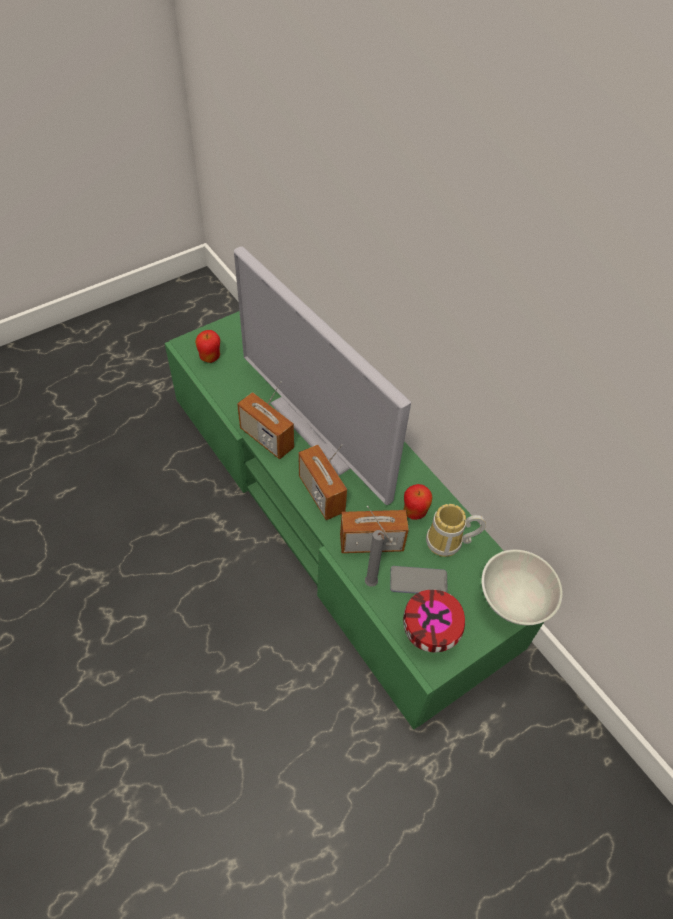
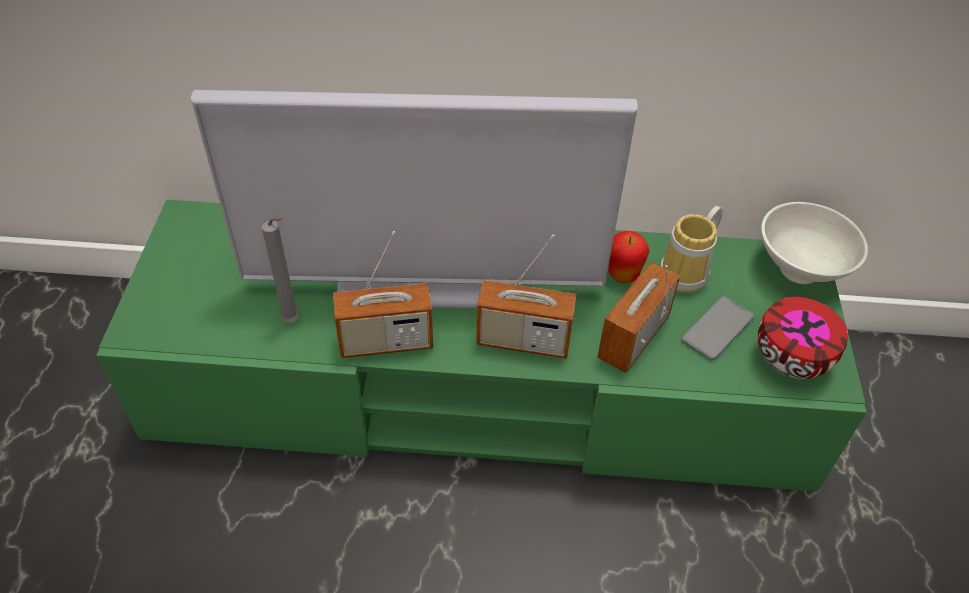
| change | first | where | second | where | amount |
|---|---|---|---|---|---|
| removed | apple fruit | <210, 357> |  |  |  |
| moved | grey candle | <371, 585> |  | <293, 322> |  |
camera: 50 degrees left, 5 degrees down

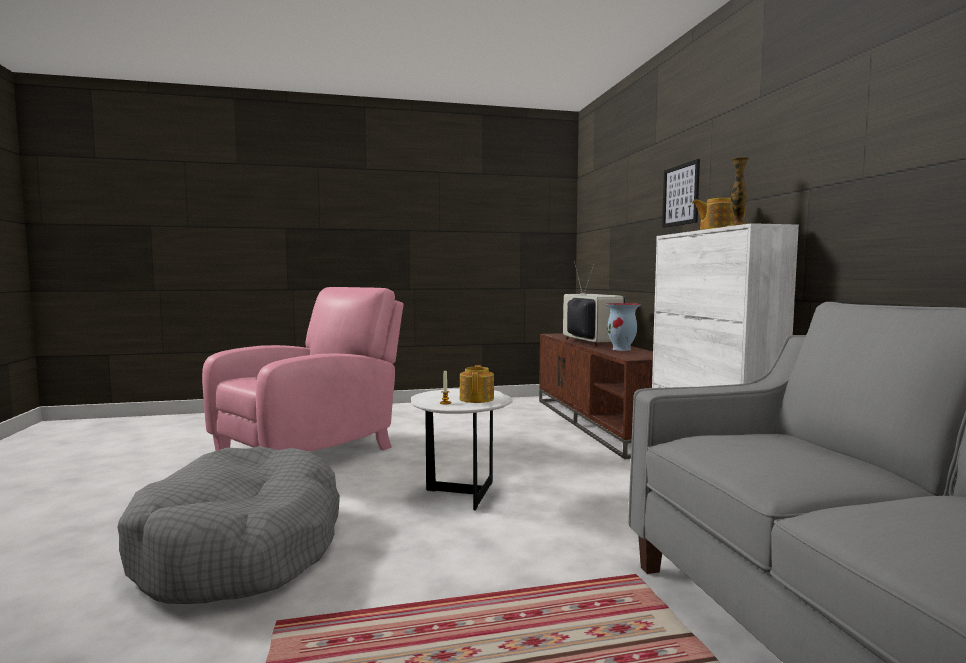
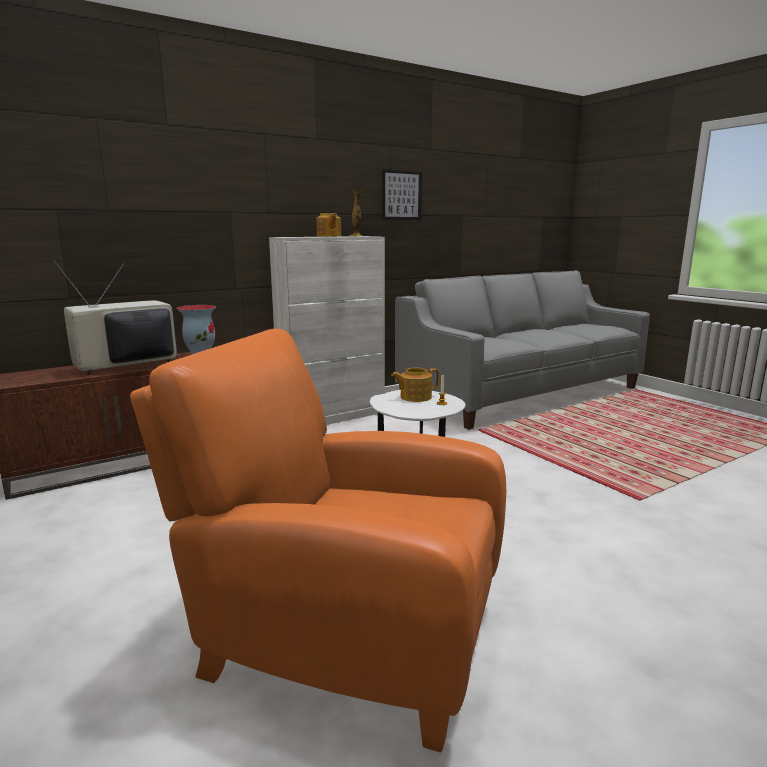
| change | first | where | second | where | amount |
|---|---|---|---|---|---|
| removed | grey dog cushion | <242, 548> |  |  |  |
| recoloured | pink-coloured lounge chair | <312, 451> | orangey lounge chair | <342, 633> |  |
| moved | wall picture | <681, 195> |  | <401, 195> |  |
camera: 110 degrees left, 10 degrees up

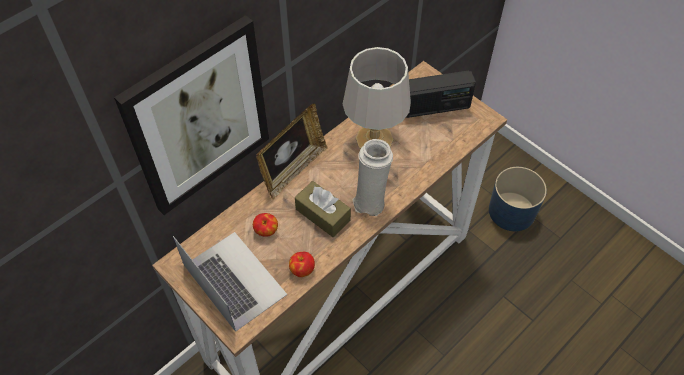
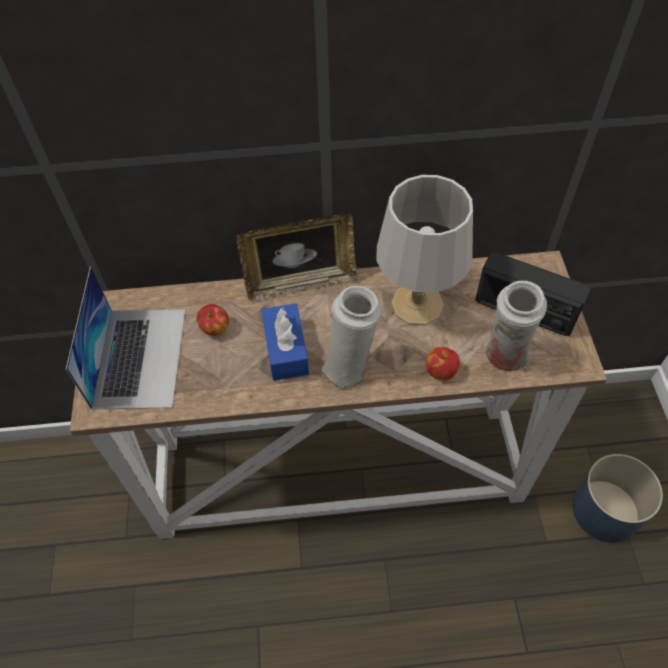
| change | first | where | second | where | amount |
|---|---|---|---|---|---|
| removed | wall picture | <199, 118> |  |  |  |
| moved | apple fruit | <302, 270> |  | <440, 371> |  |
| recoloured | brownish tissue holder | <323, 214> | bluish tissue holder | <286, 349> |  |
| added |  |  | white-coloured decorative vase | <505, 358> |  |
camera: 40 degrees right, 0 degrees up

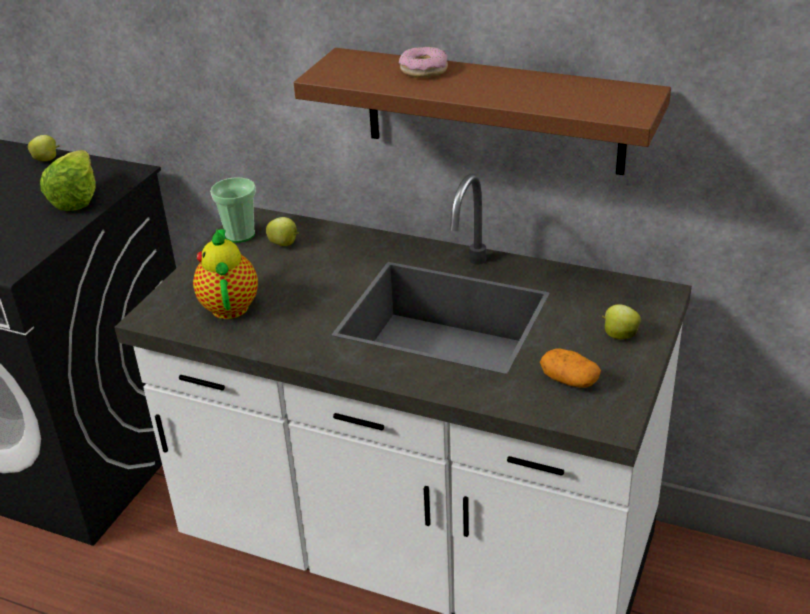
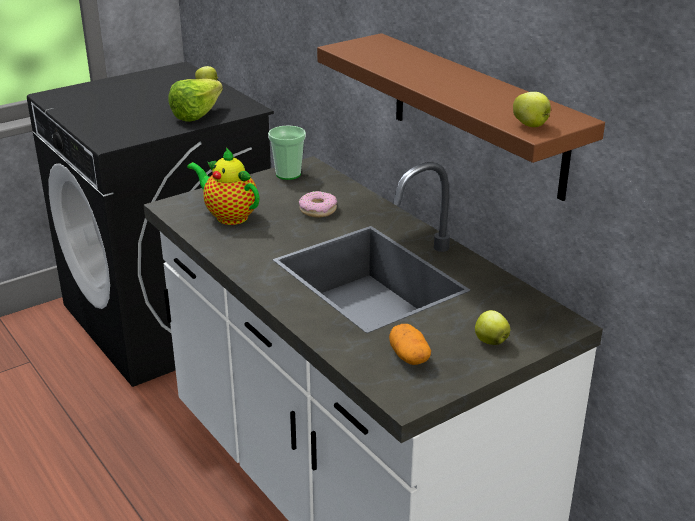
| change | first | where | second | where | amount |
|---|---|---|---|---|---|
| turned | tea pot | <229, 304> |  | <229, 216> | 75 degrees counterclockwise |
| moved | apple fruit | <284, 244> |  | <531, 126> |  |
| moved | doughnut | <424, 70> |  | <318, 210> |  |
camera: 30 degrees right, 5 degrees down

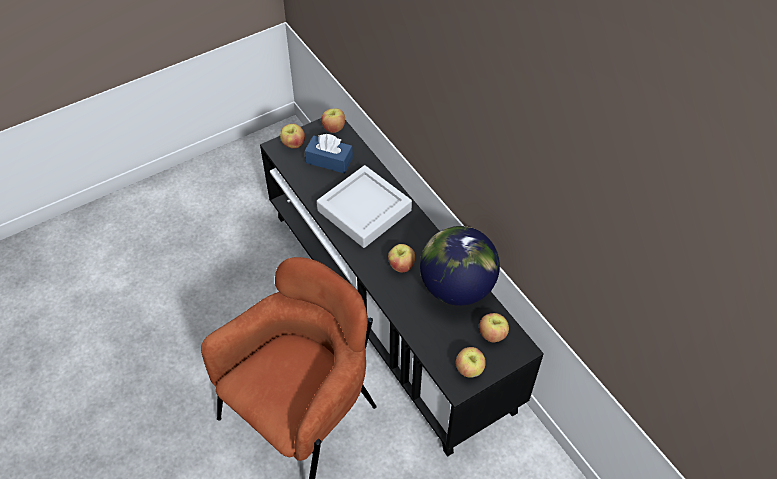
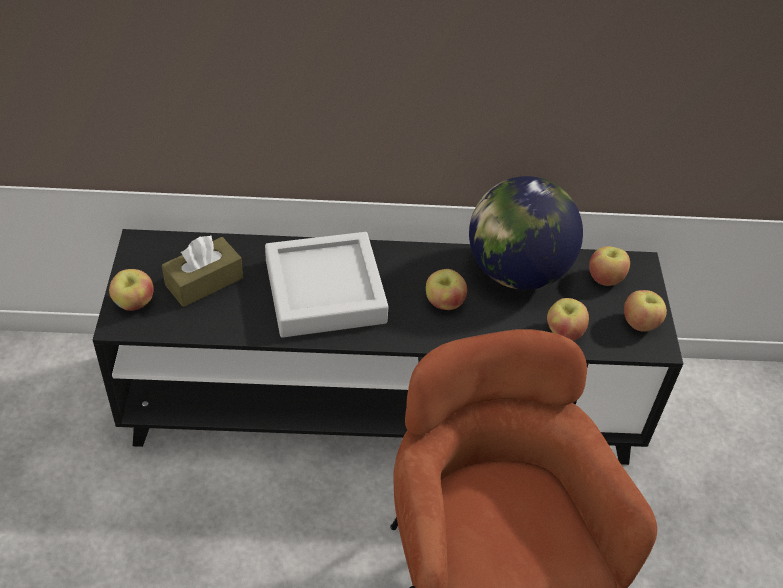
| change | first | where | second | where | amount |
|---|---|---|---|---|---|
| recoloured | bluish tissue holder | <329, 160> | brownish tissue holder | <204, 281> |  |
| moved | apple fruit | <333, 128> |  | <564, 332> |  |
camera: 60 degrees left, 5 degrees down

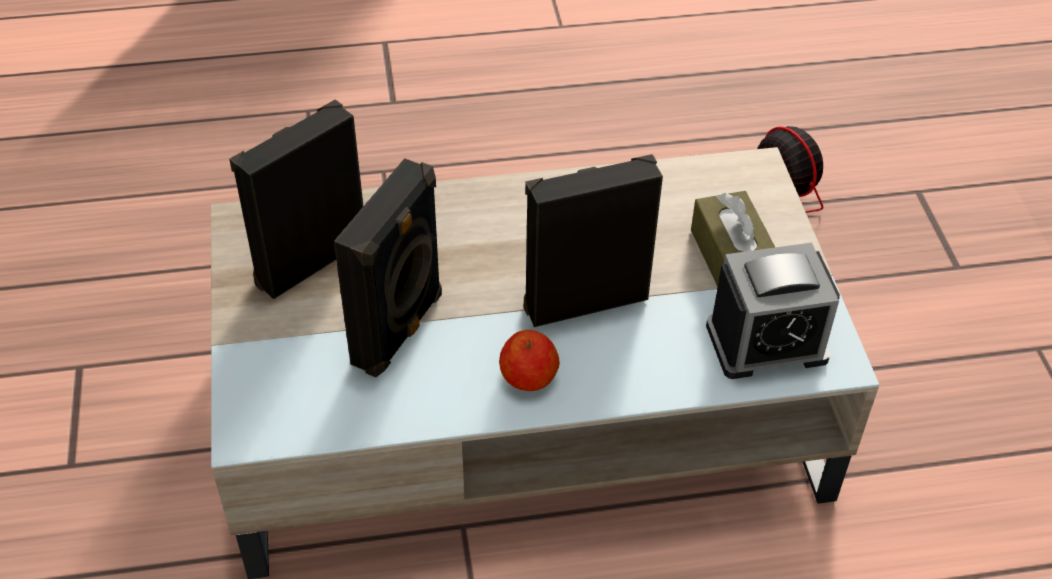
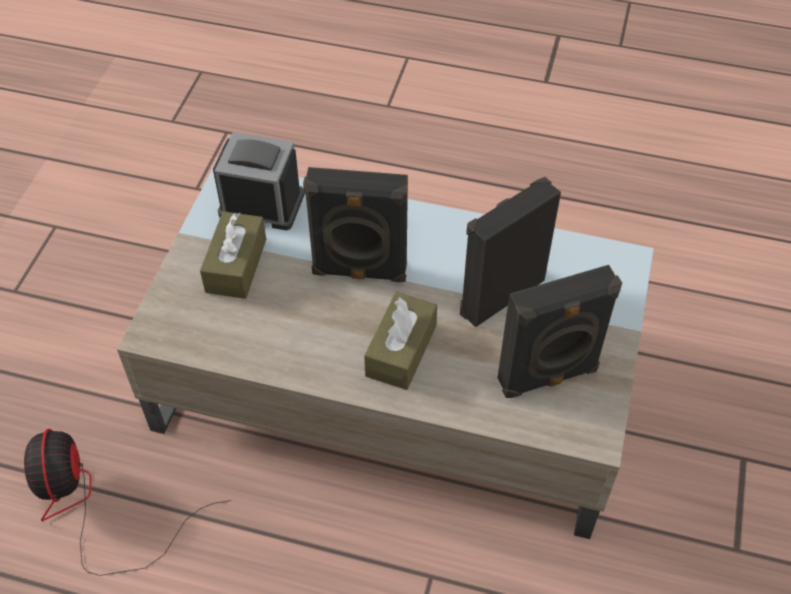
| change | first | where | second | where | amount |
|---|---|---|---|---|---|
| removed | apple fruit | <528, 377> |  |  |  |
| added |  |  | brownish tissue holder | <401, 350> |  |
camera: 155 degrees left, 5 degrees up

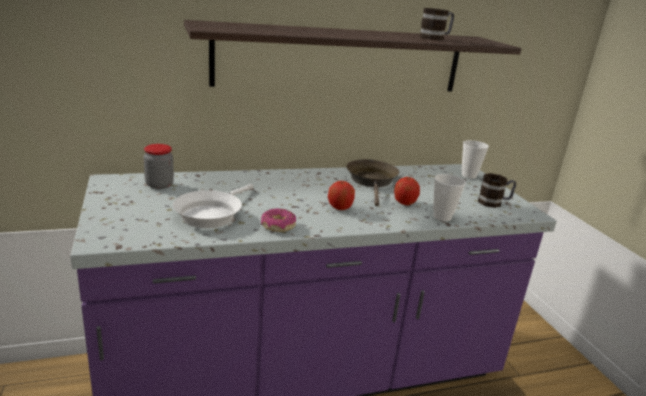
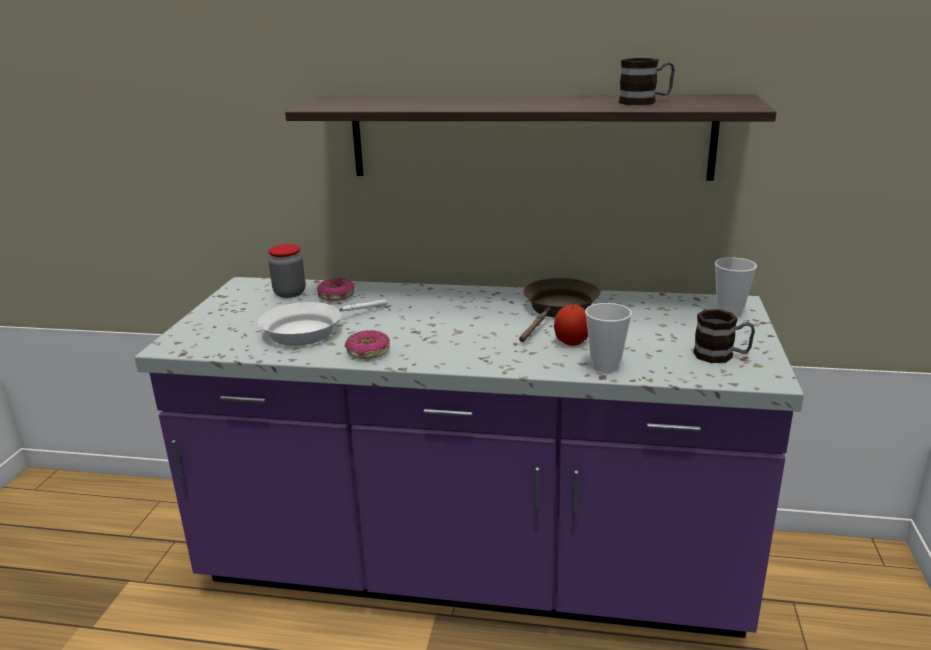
| change | first | where | second | where | amount |
|---|---|---|---|---|---|
| removed | apple fruit | <339, 208> |  |  |  |
| added |  |  | doughnut | <336, 296> |  |
camera: 30 degrees right, 0 degrees up

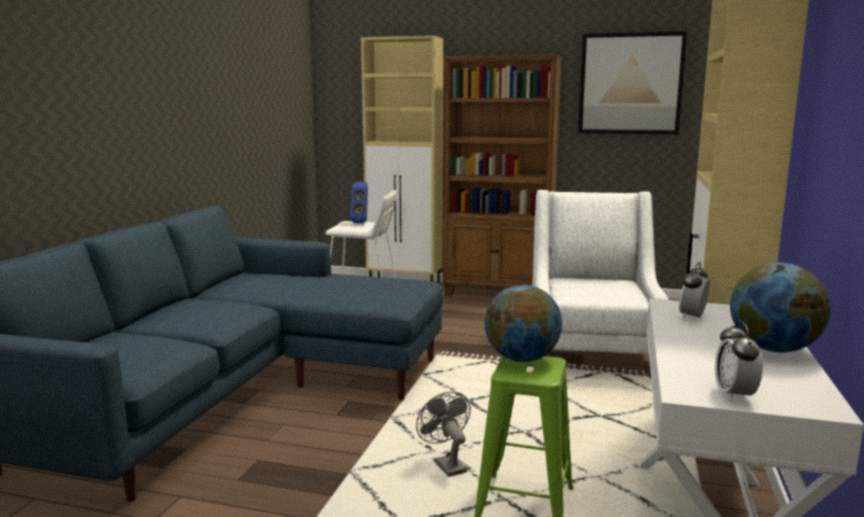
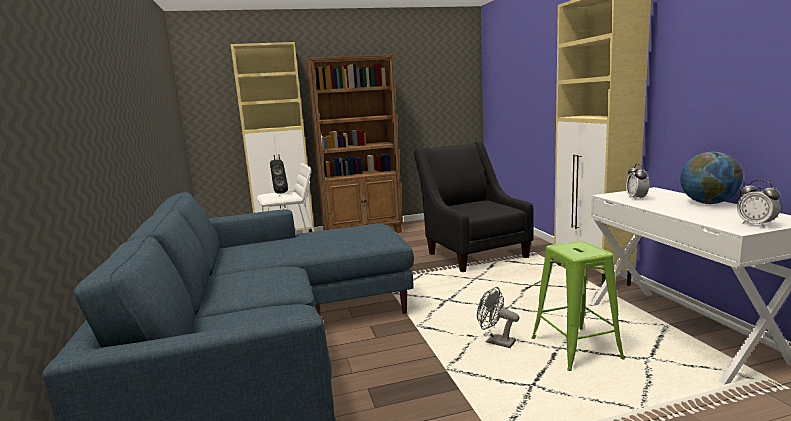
| change | first | where | second | where | amount |
|---|---|---|---|---|---|
| recoloured | bluish loudspeaker | <361, 222> | blackish loudspeaker | <279, 193> |  |
| removed | desk globe | <522, 359> |  |  |  |
| recoloured | white-coloured lounge chair | <590, 353> | blackish lounge chair | <473, 253> |  |
| removed | wall picture | <630, 84> |  |  |  |
camera: 30 degrees left, 0 degrees up

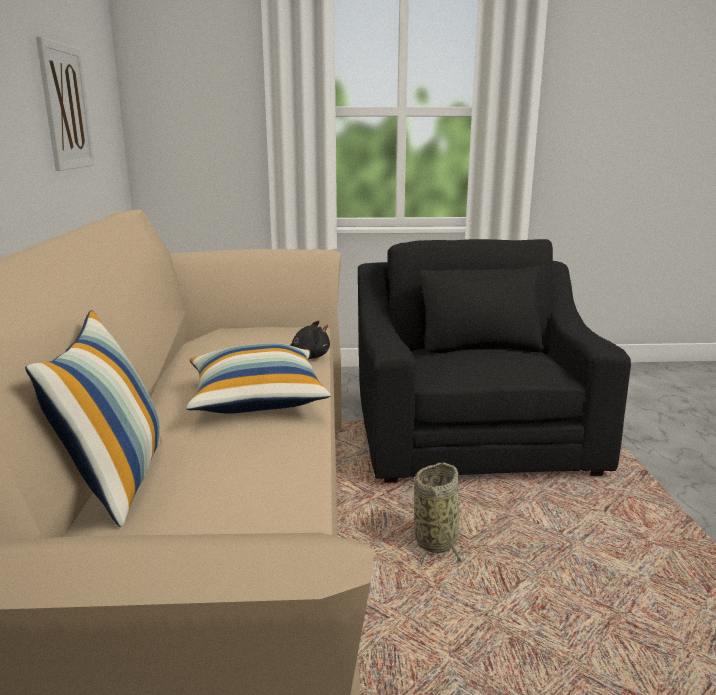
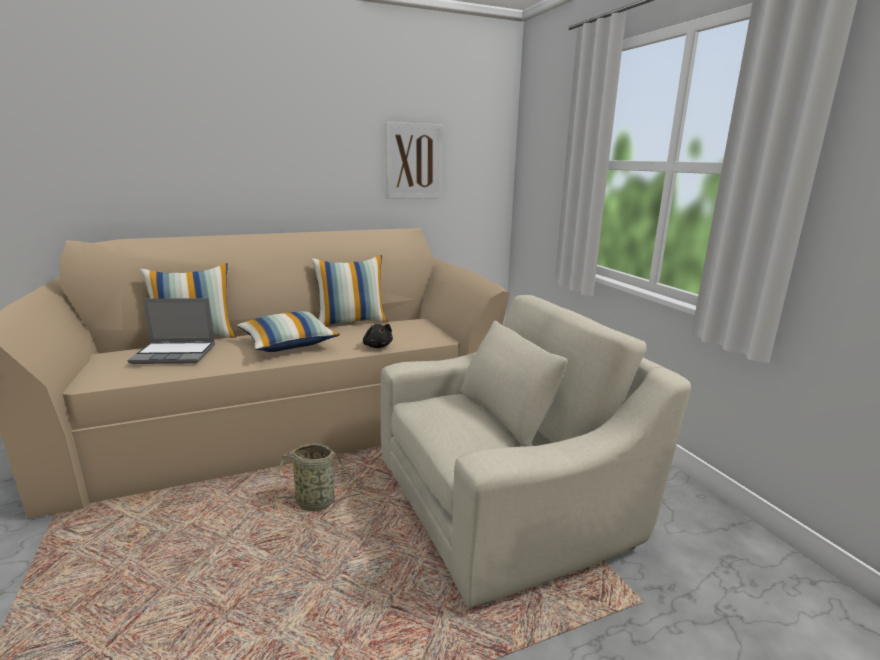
| change | first | where | second | where | amount |
|---|---|---|---|---|---|
| recoloured | blackish lounge chair | <472, 435> | beige lounge chair | <506, 501> |  |
| added |  |  | portable computer | <175, 354> |  |
| added |  |  | pillow | <352, 322> |  |
camera: 70 degrees right, 0 degrees up

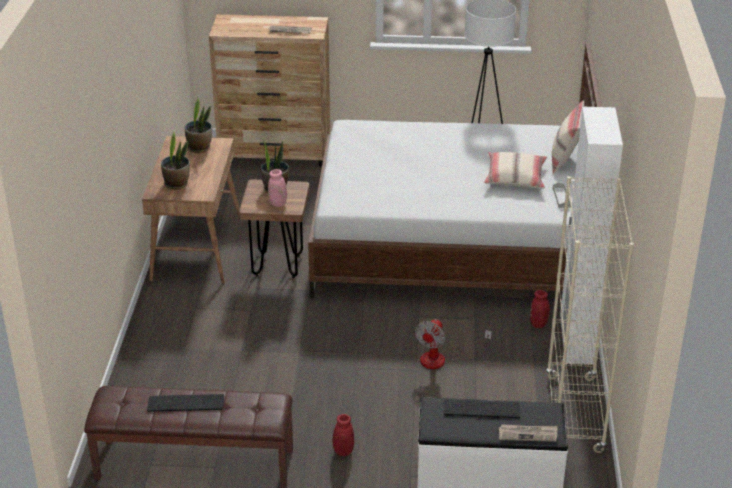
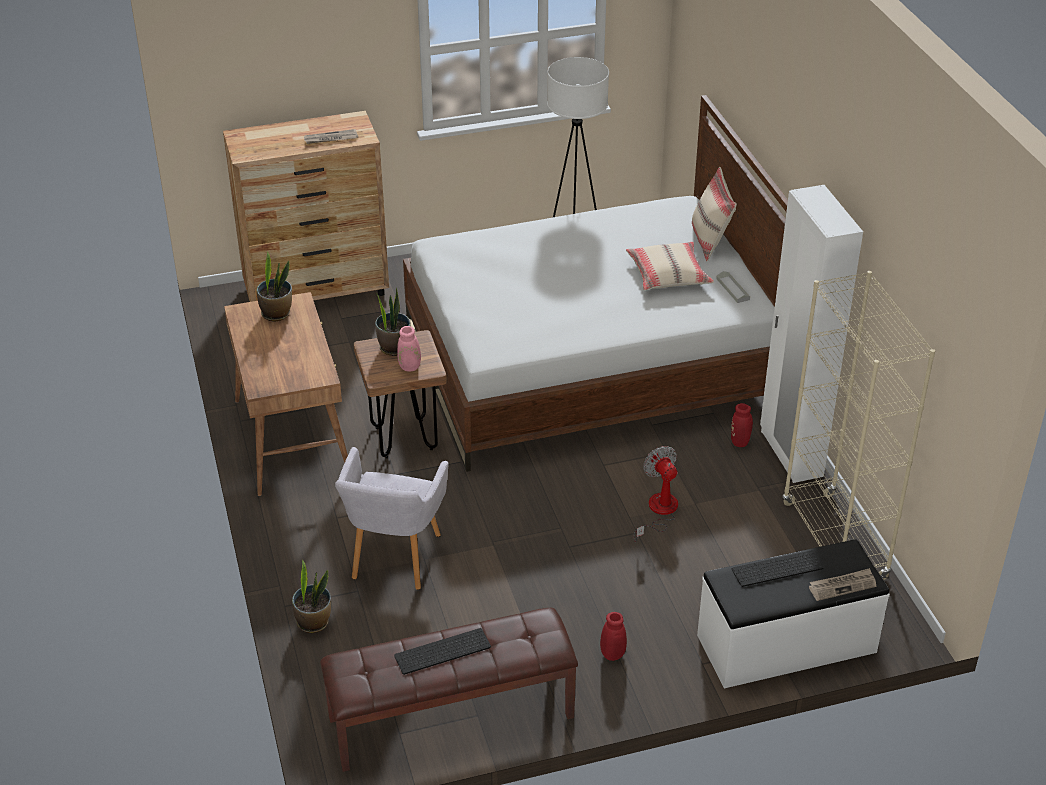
| change | first | where | second | where | amount |
|---|---|---|---|---|---|
| moved | houseplant | <177, 184> |  | <313, 622> |  |
| turned | fan | <442, 359> |  | <658, 512> | 150 degrees clockwise |
| added |  |  | grey lounge chair | <394, 560> |  |
camera: 20 degrees left, 5 degrees up

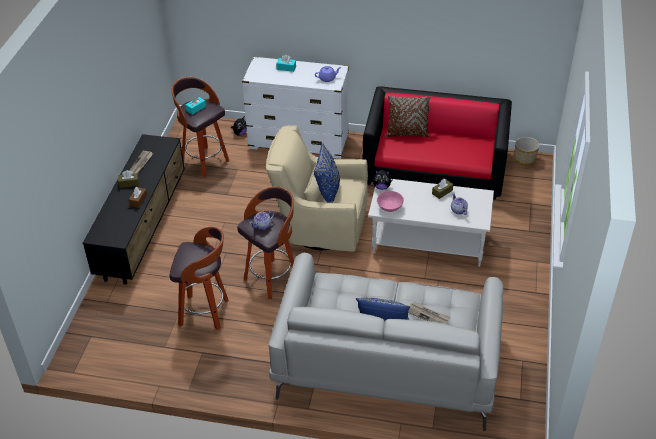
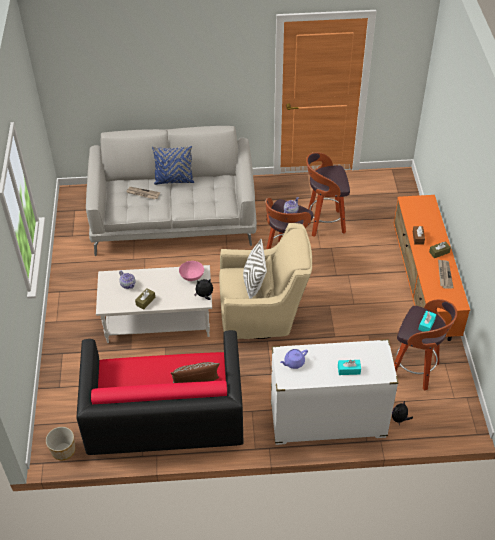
| change | first | where | second | where | amount |
|---|---|---|---|---|---|
| recoloured | blackish media console | <143, 226> | orangey media console | <424, 284> |  |
| recoloured | bluish pillow | <328, 192> | white-coloured pillow | <254, 283> |  |
camera: 165 degrees right, 5 degrees up

